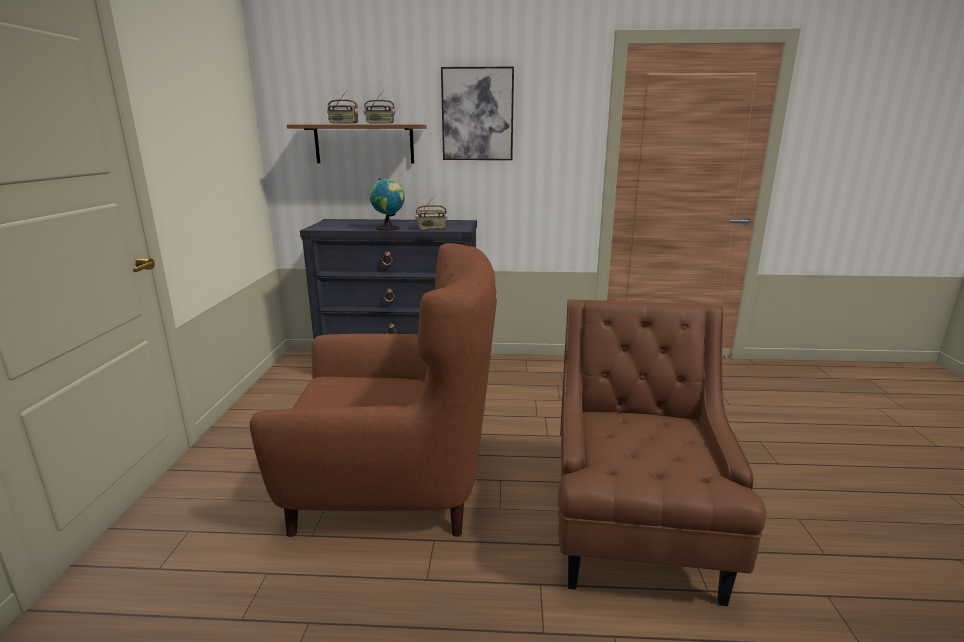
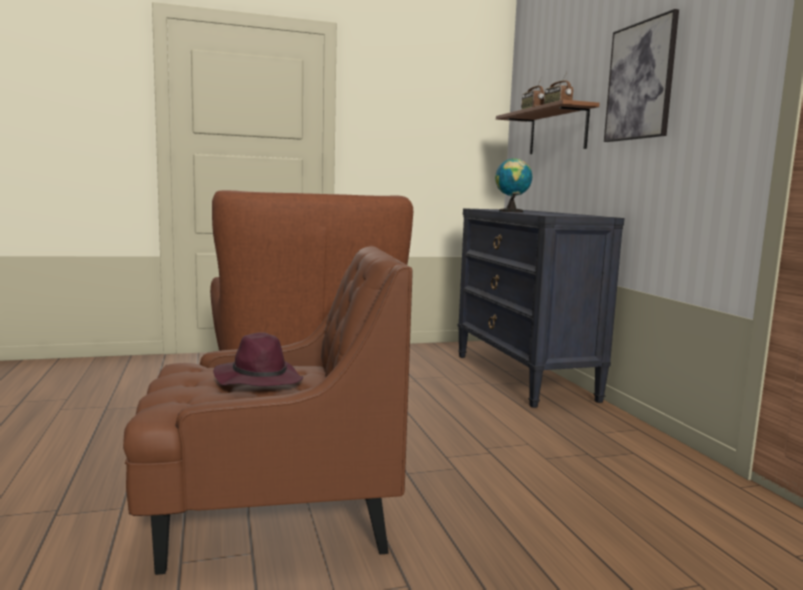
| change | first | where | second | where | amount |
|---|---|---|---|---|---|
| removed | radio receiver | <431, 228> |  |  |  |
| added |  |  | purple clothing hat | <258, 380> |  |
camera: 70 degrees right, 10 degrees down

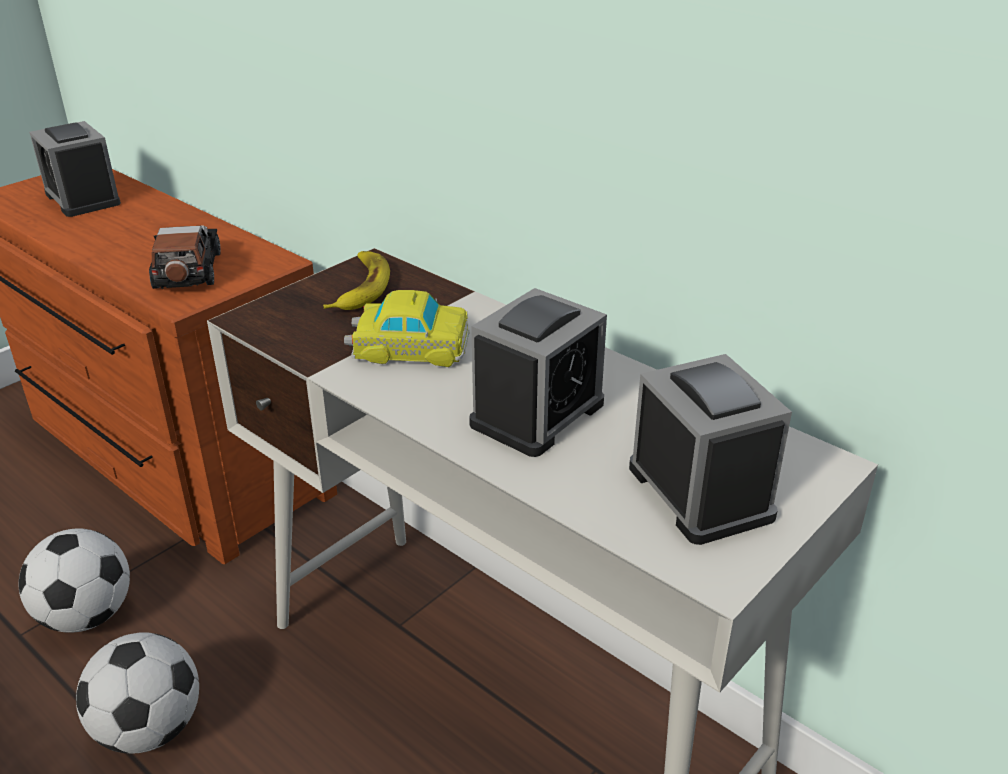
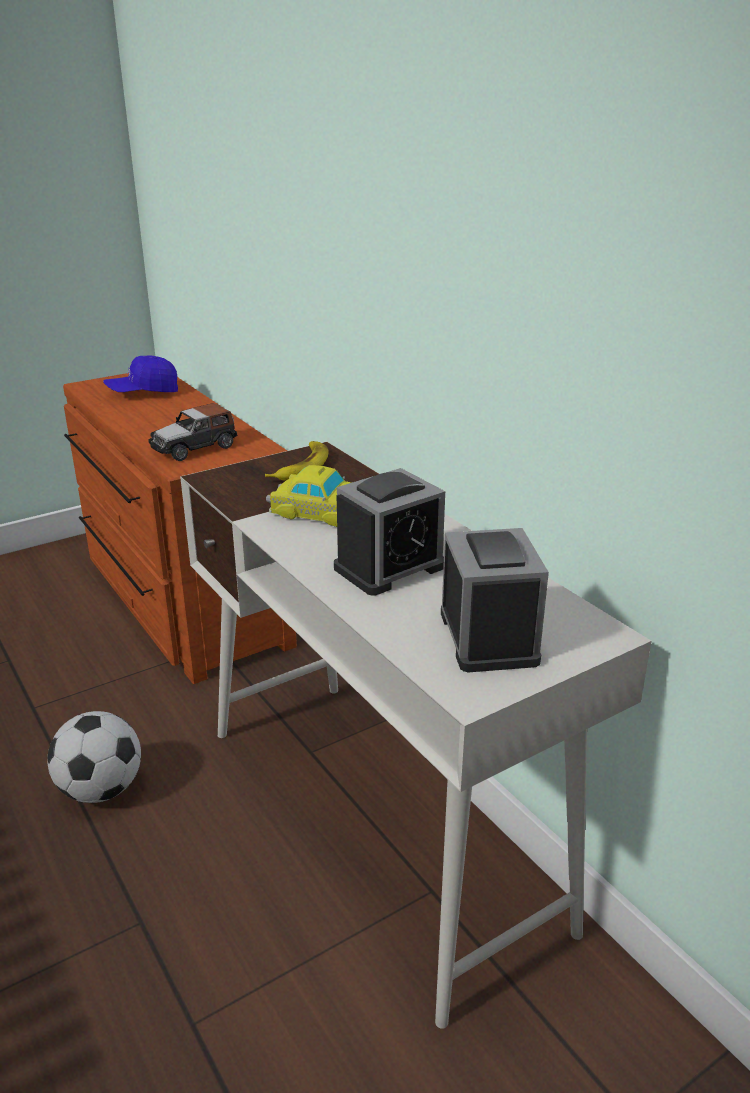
| change | first | where | second | where | amount |
|---|---|---|---|---|---|
| removed | ball for football | <87, 616> |  |  |  |
| replaced | alarm clock | <82, 199> | bluish peaked cap | <143, 392> |  |
| turned | toy car | <188, 271> |  | <194, 447> | 135 degrees counterclockwise |
camera: 15 degrees right, 5 degrees down

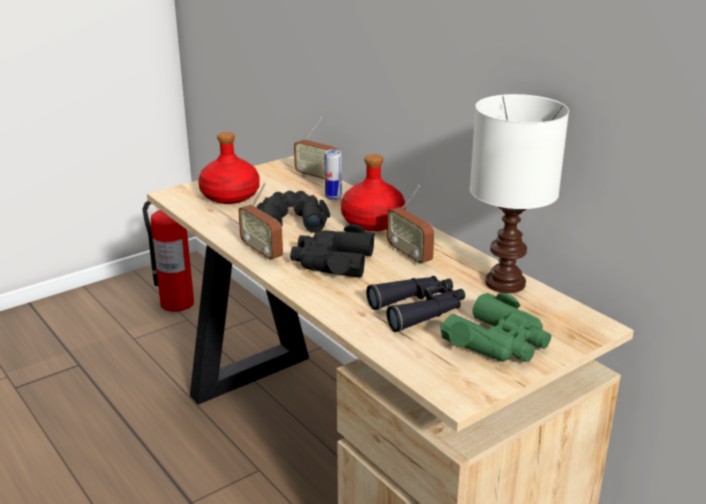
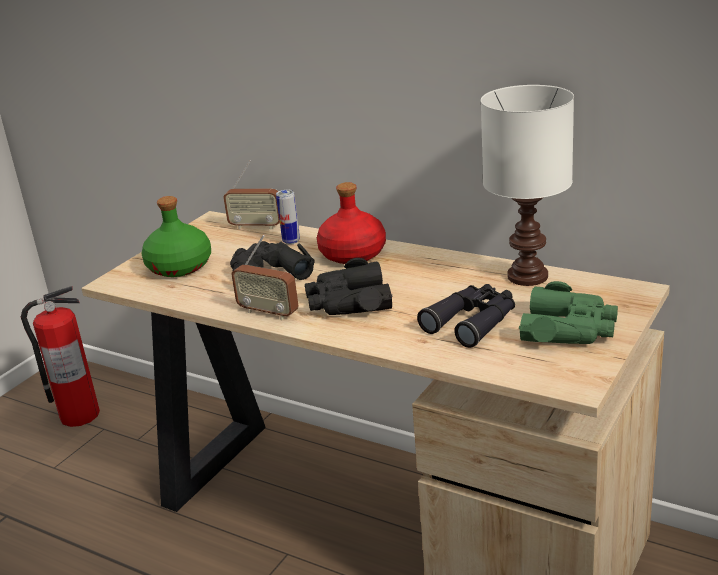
| change | first | where | second | where | amount |
|---|---|---|---|---|---|
| recoloured | red bottle | <229, 196> | green bottle | <179, 267> |  |
| removed | radio receiver | <409, 255> |  |  |  |
camera: 20 degrees left, 0 degrees up

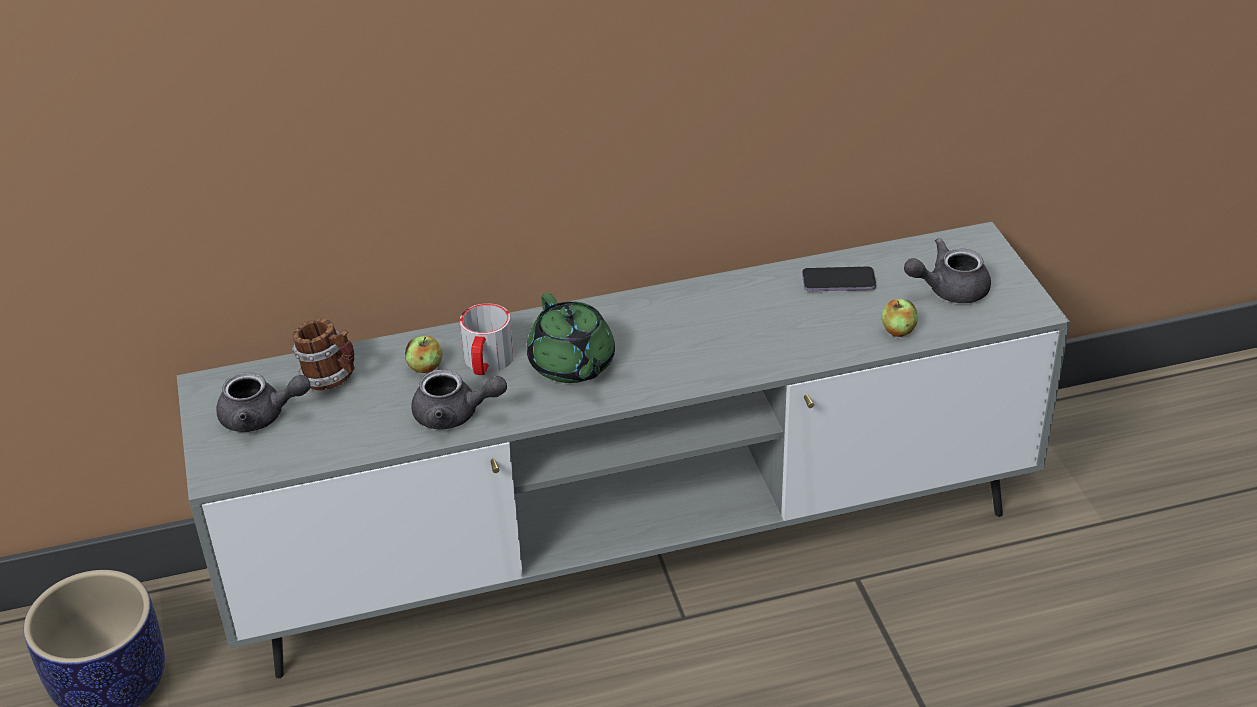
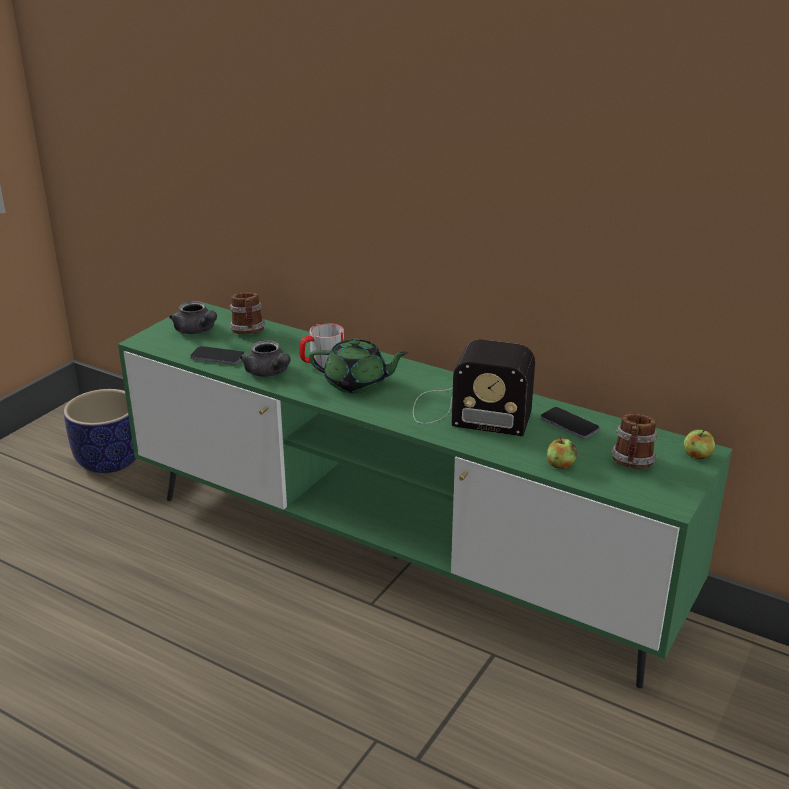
| change | first | where | second | where | amount |
|---|---|---|---|---|---|
| recoloured | grey media console | <634, 551> | green media console | <396, 557> |  |
| moved | apple fruit | <425, 367> |  | <697, 455> |  |
| turned | green tea pot | <572, 365> |  | <357, 383> | 105 degrees counterclockwise |
| replaced | grey tea pot | <948, 290> | coffee mug | <632, 464> |  |
| added |  |  | handset | <217, 357> |  |
| added |  |  | radio receiver | <466, 412> |  |
camera: 45 degrees right, 10 degrees down

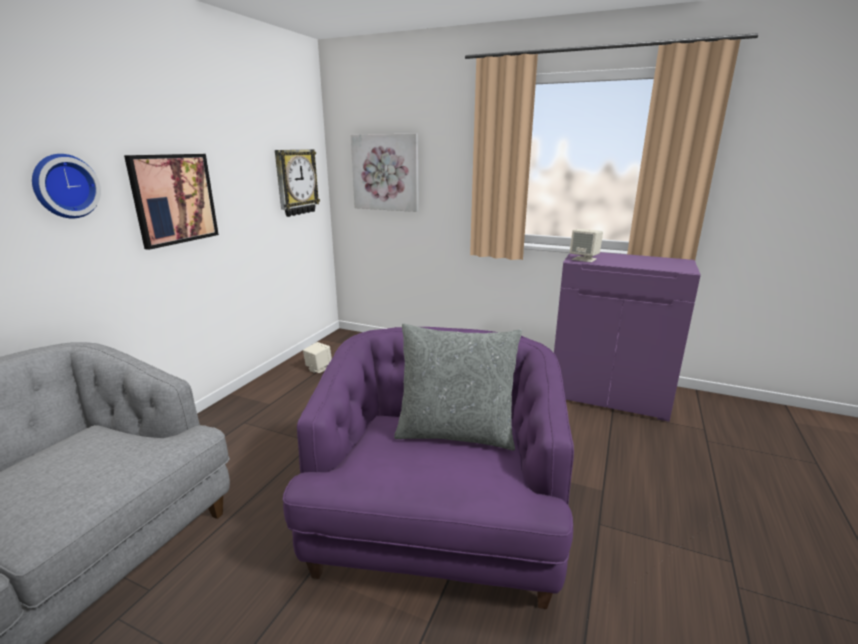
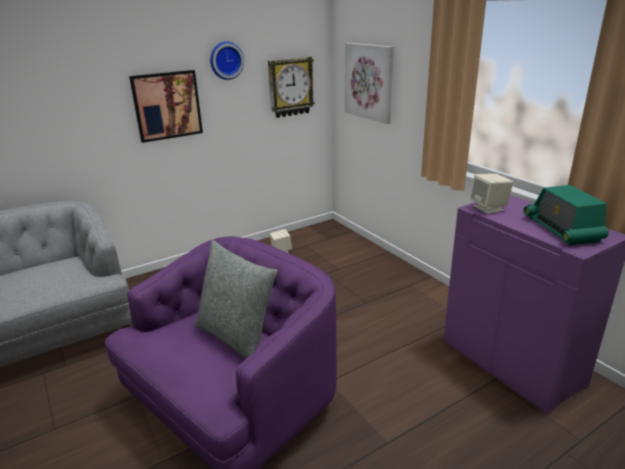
| change | first | where | second | where | amount |
|---|---|---|---|---|---|
| moved | hanging clock | <64, 186> |  | <226, 60> |  |
| added |  |  | radio receiver | <562, 229> |  |
camera: 35 degrees right, 5 degrees up

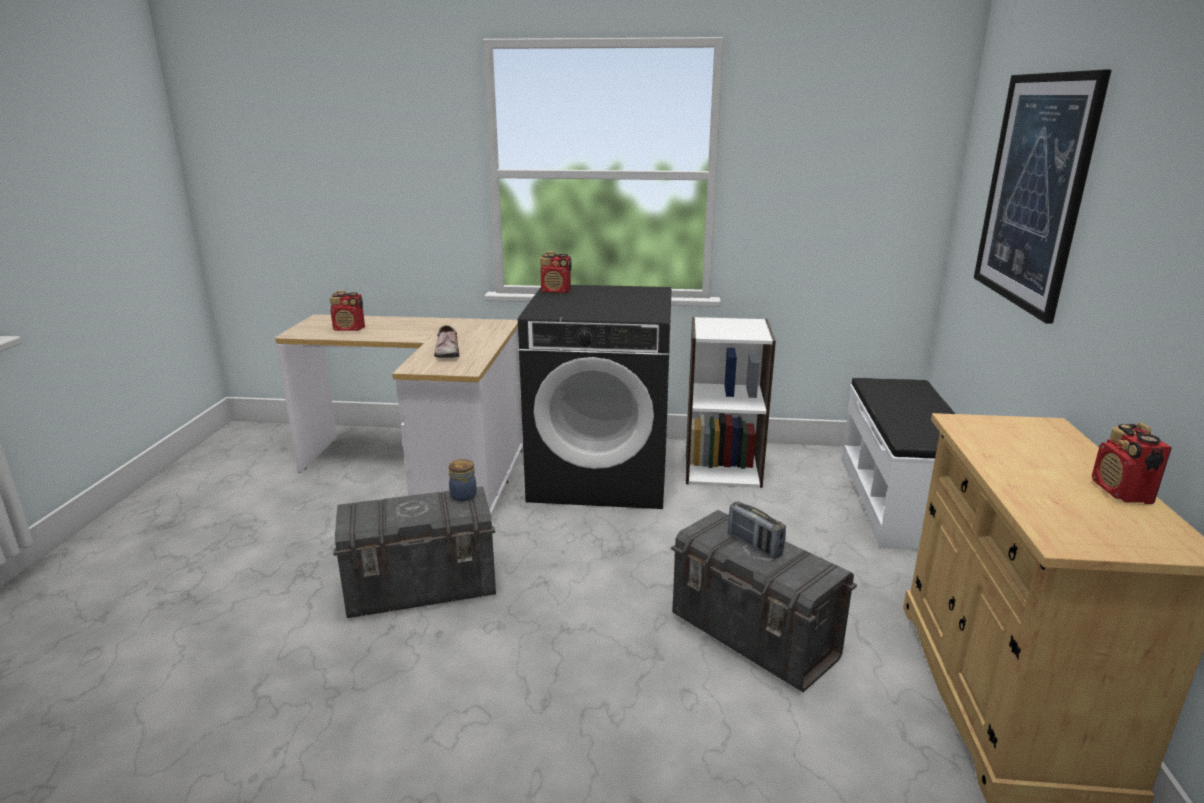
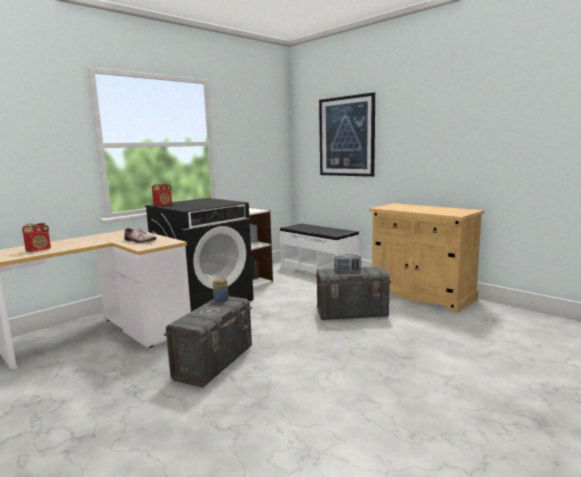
| change | first | where | second | where | amount |
|---|---|---|---|---|---|
| removed | radio receiver | <1121, 492> |  |  |  |
camera: 50 degrees left, 10 degrees down

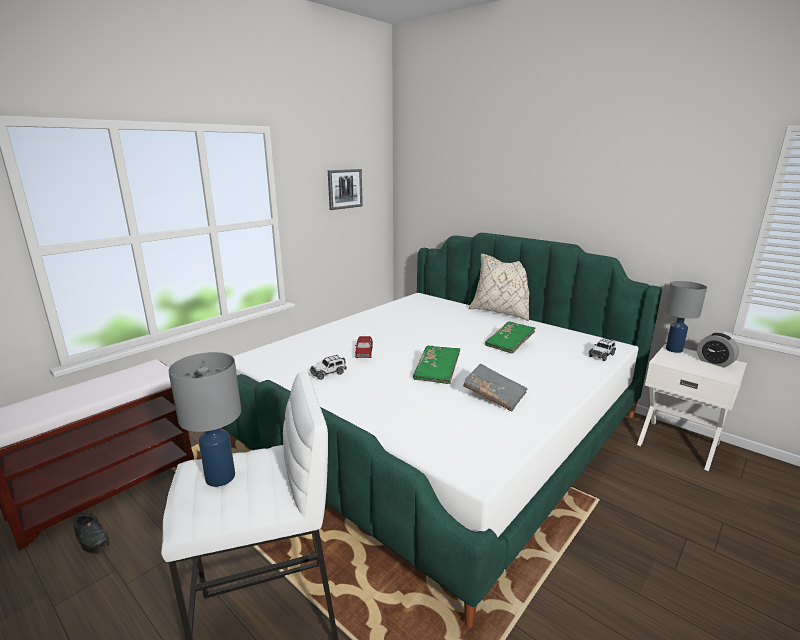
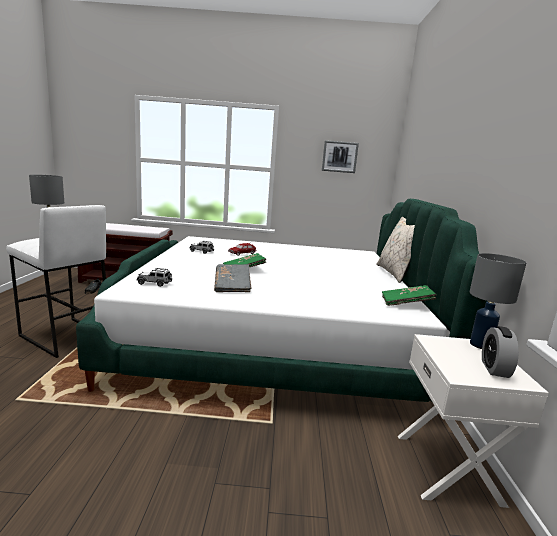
| change | first | where | second | where | amount |
|---|---|---|---|---|---|
| moved | green book | <509, 344> |  | <406, 303> |  |
| moved | toy car | <602, 355> |  | <154, 283> |  |
camera: 50 degrees right, 5 degrees down

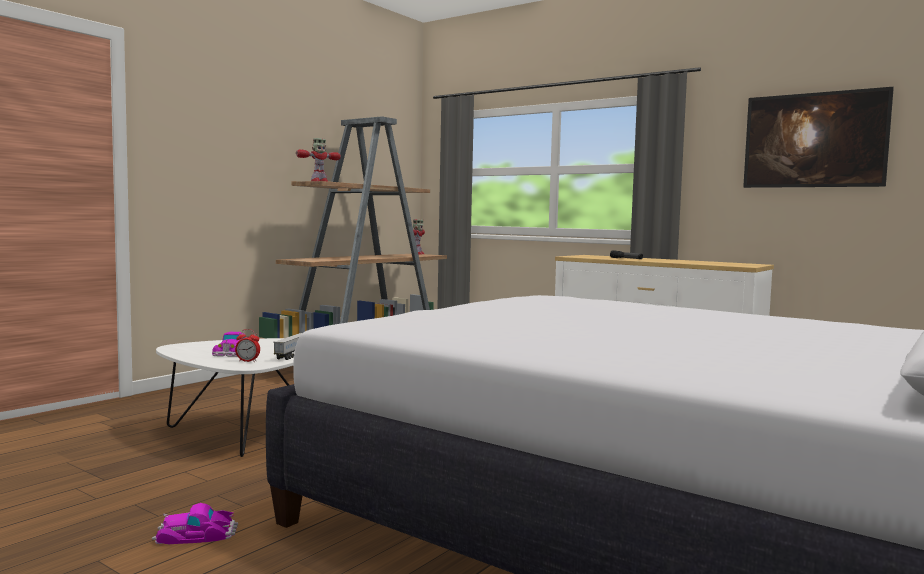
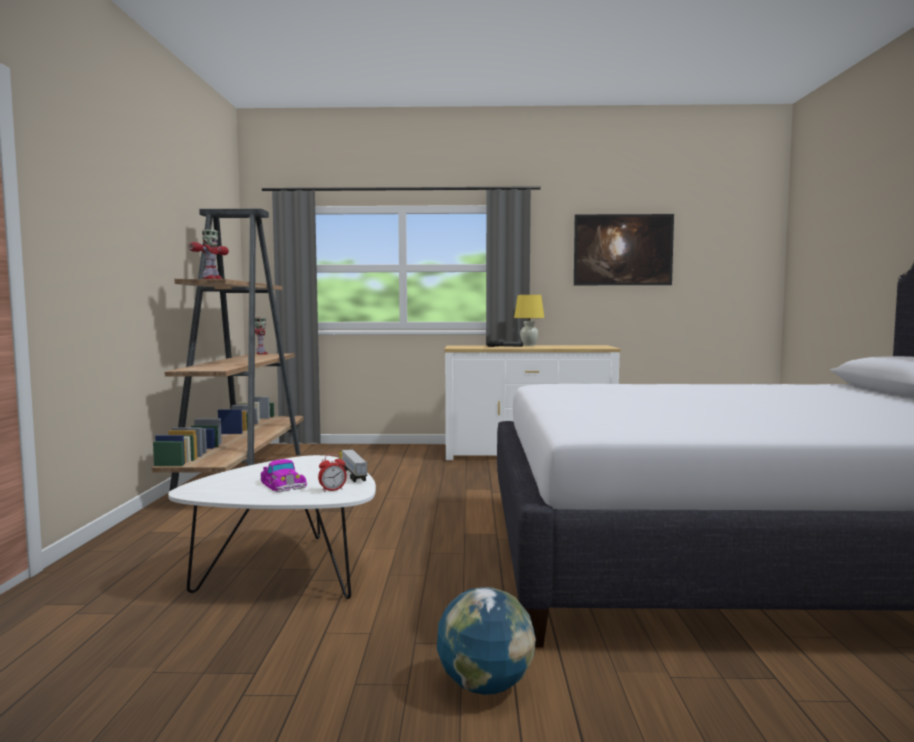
| change | first | where | second | where | amount |
|---|---|---|---|---|---|
| replaced | toy car | <196, 534> | desk globe | <485, 685> |  |
| added |  |  | yellow-coloured lamp for a table | <529, 345> |  |
camera: 35 degrees left, 0 degrees up

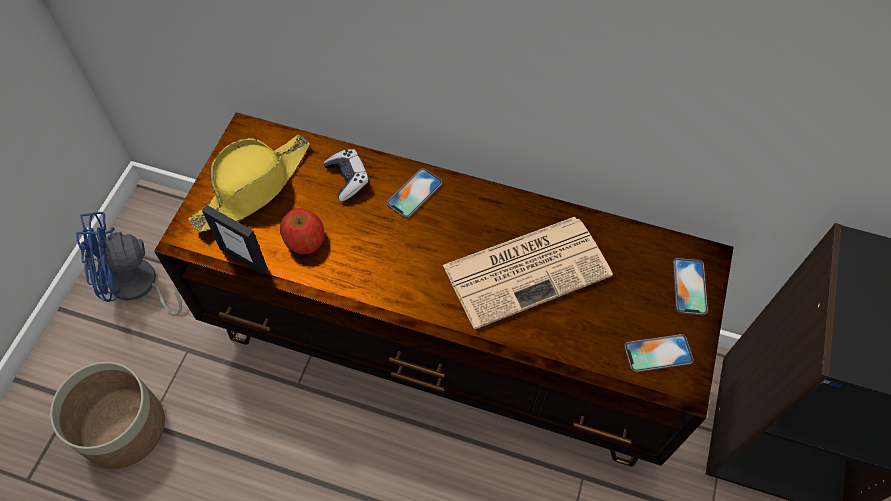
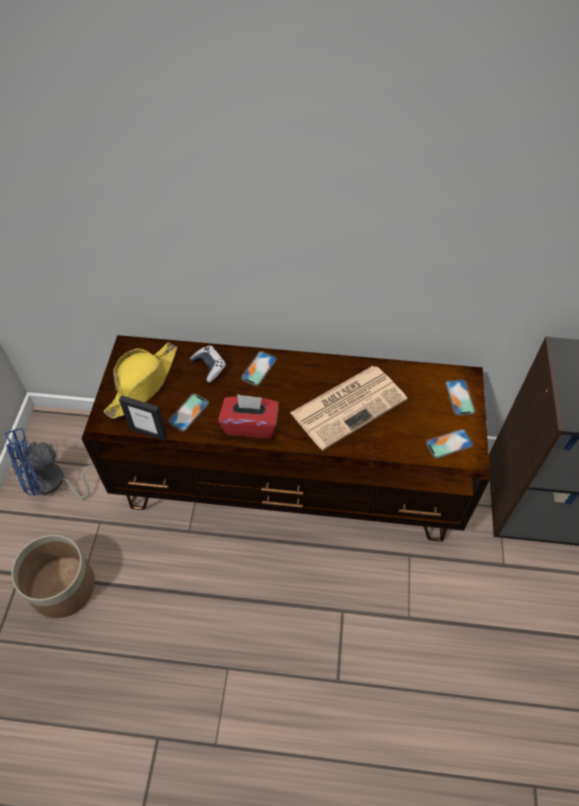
| change | first | where | second | where | amount |
|---|---|---|---|---|---|
| replaced | apple fruit | <304, 240> | handset | <189, 412> |  |
| added |  |  | red tissue holder | <250, 425> |  |
camera: 10 degrees left, 5 degrees down

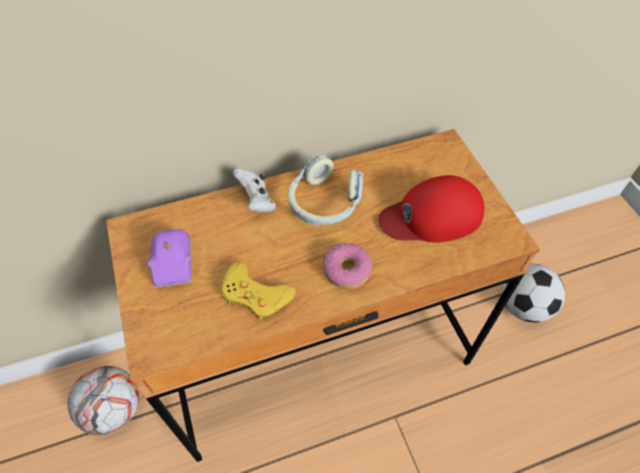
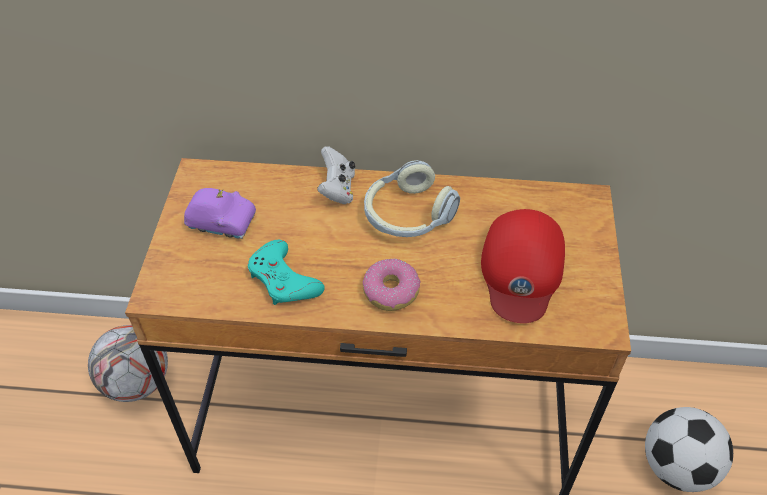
| change | first | where | second | where | amount |
|---|---|---|---|---|---|
| turned | purple toy car | <174, 264> |  | <222, 222> | 90 degrees counterclockwise |
| recoloured | yellow-coloured game controller | <256, 294> | blue-green game controller | <283, 279> |  |
| turned | red peaked cap | <432, 216> |  | <521, 270> | 90 degrees counterclockwise |
camera: 25 degrees right, 5 degrees down

